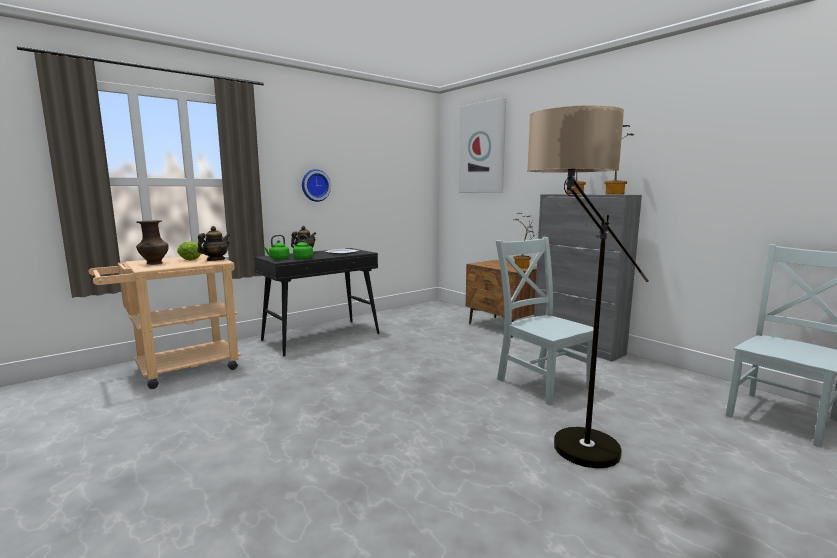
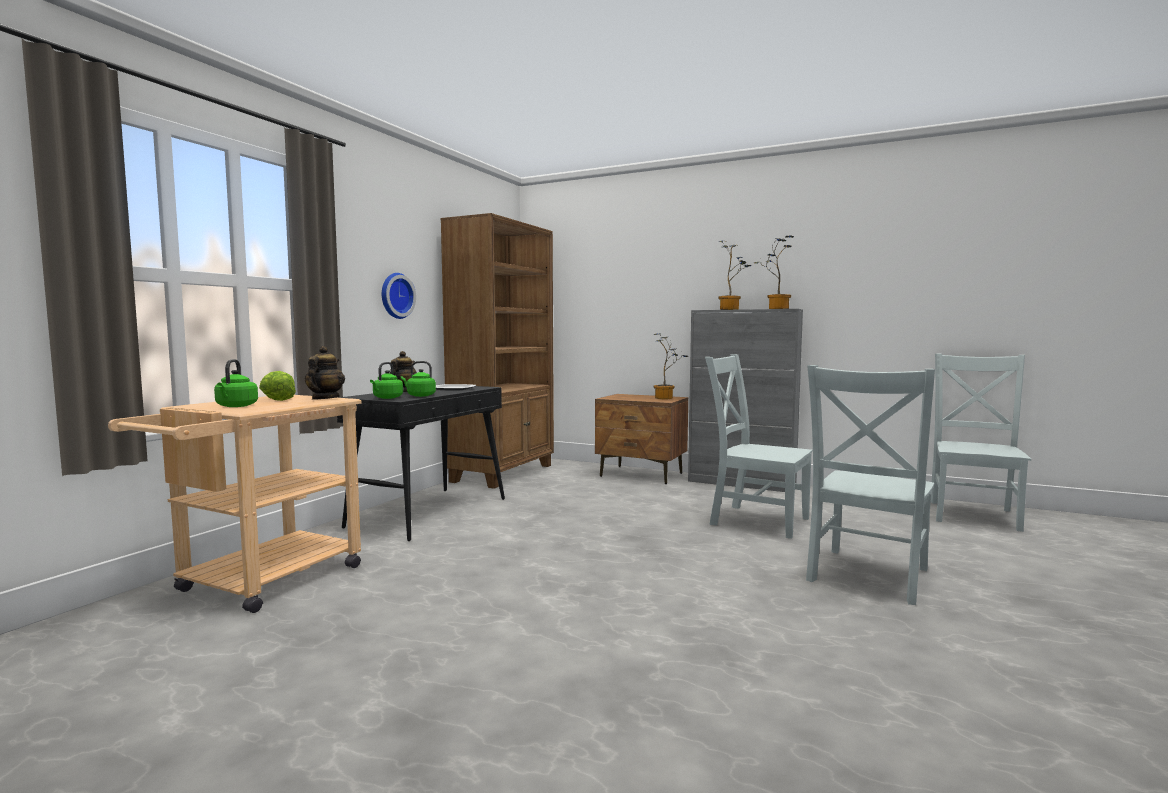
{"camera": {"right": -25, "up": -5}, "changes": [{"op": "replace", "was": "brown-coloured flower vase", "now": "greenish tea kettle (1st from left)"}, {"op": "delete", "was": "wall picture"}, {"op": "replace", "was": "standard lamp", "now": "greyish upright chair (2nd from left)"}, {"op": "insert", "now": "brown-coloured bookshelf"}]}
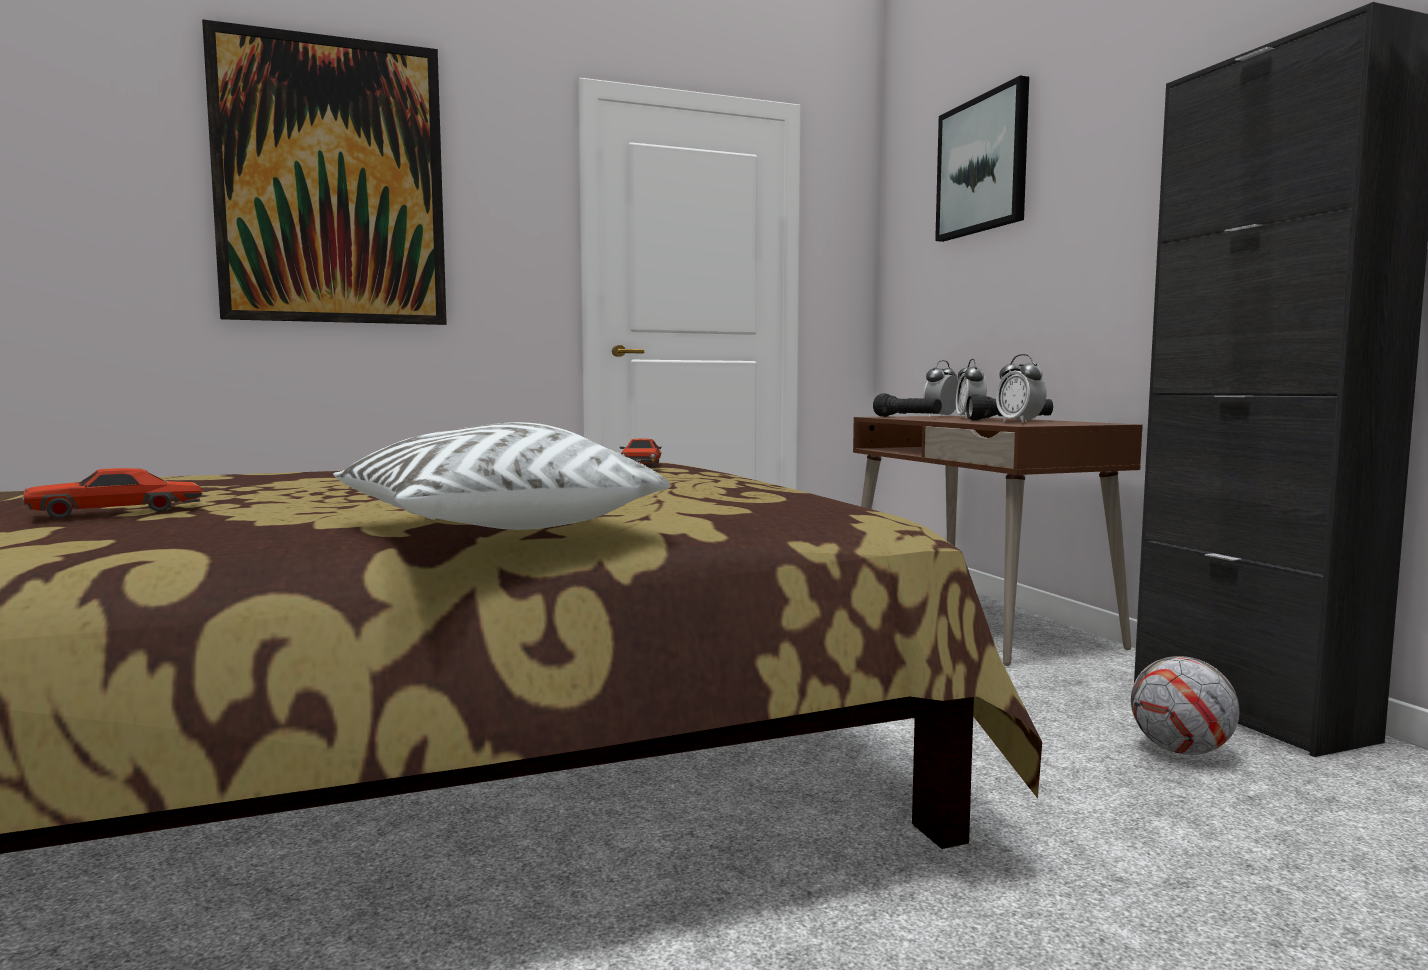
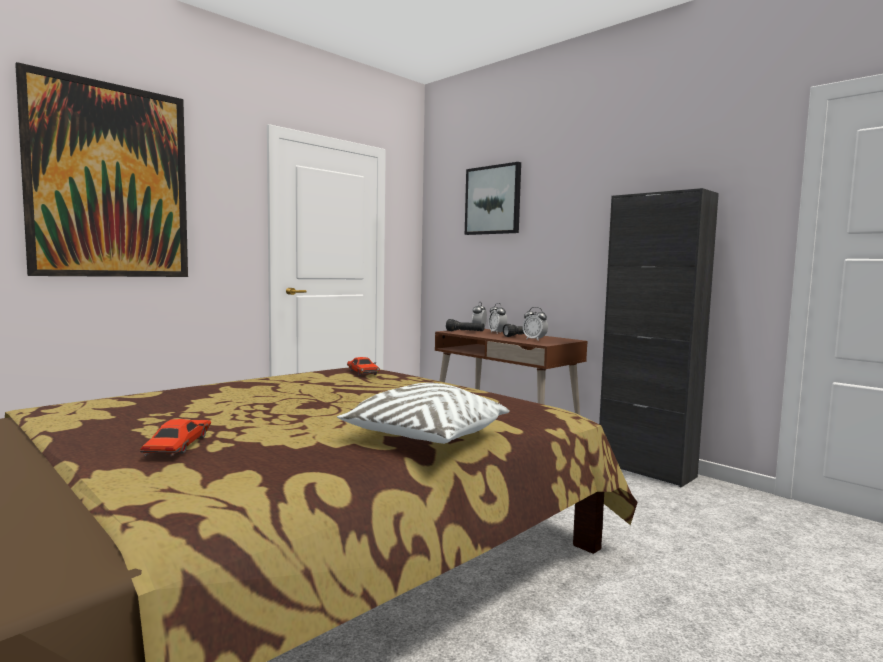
{"camera": {"right": -25, "up": 0}, "changes": [{"op": "rotate", "was": "red toy car (1st from left)", "clockwise": 150}, {"op": "delete", "was": "football"}]}
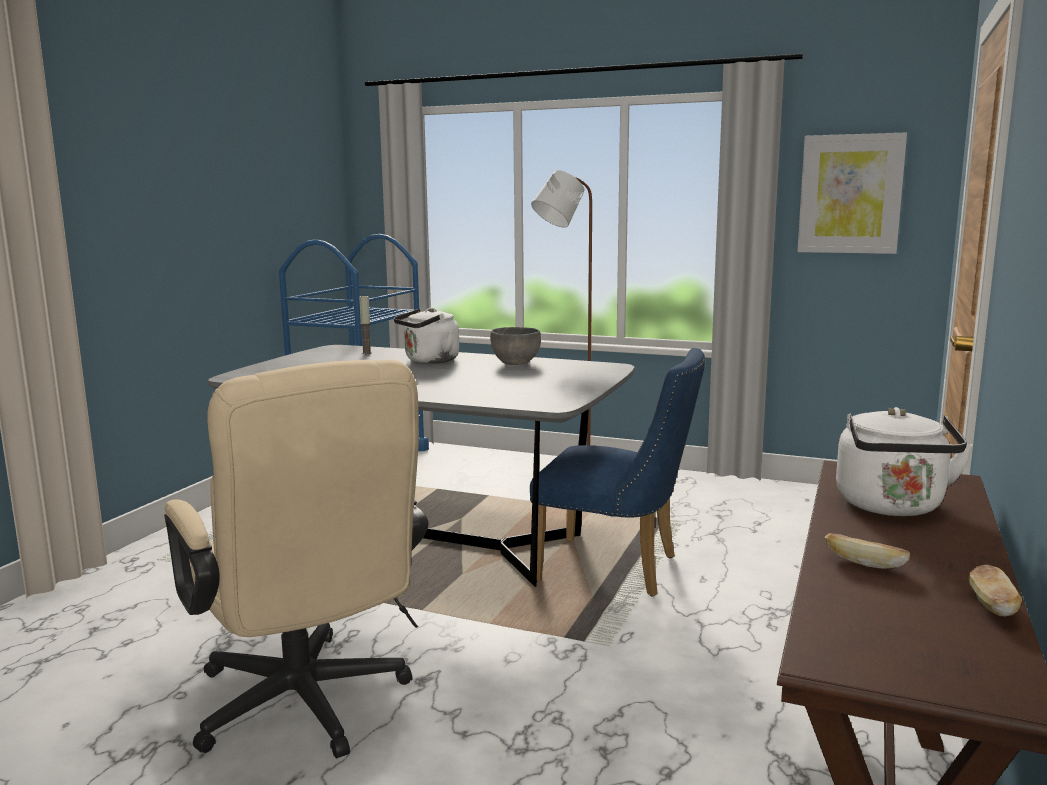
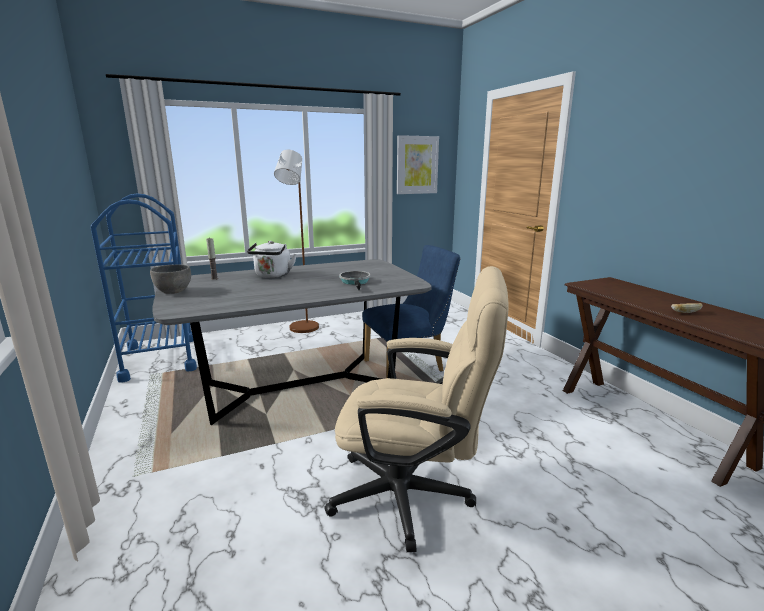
{"camera": {"right": -45, "up": 5}, "changes": [{"op": "move", "was": "greyish serving bowl"}, {"op": "delete", "was": "whitish tea kettle (2nd from left)"}, {"op": "delete", "was": "bread (2nd from left)"}, {"op": "insert", "now": "pan"}]}
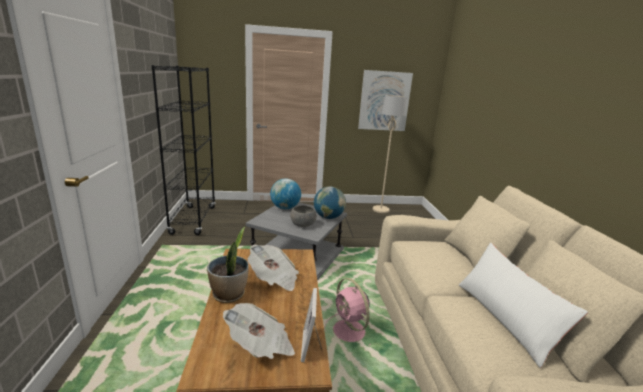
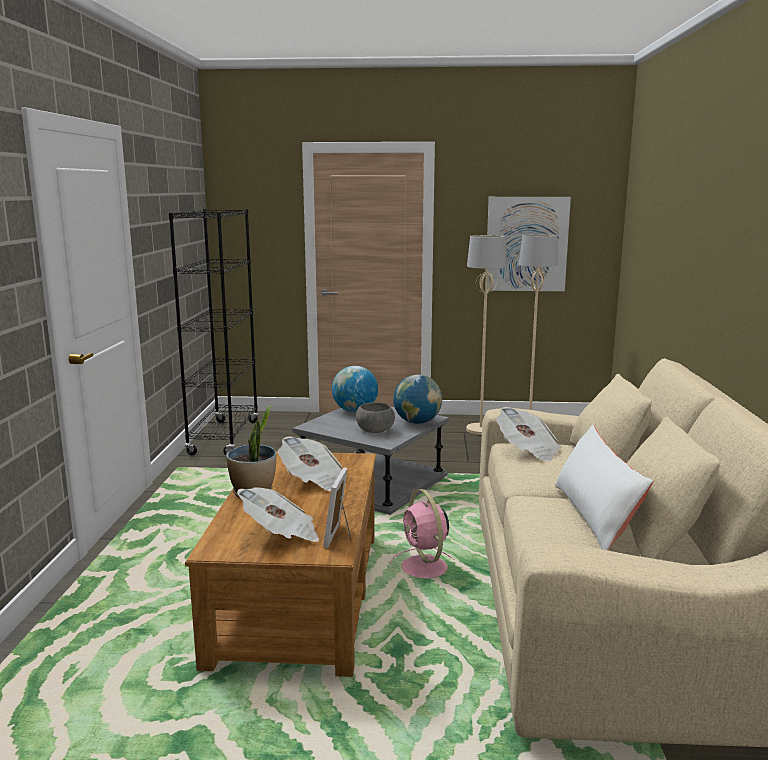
{"camera": {"right": 10, "up": -5}, "changes": [{"op": "insert", "now": "beige-coloured standard lamp (1st from left)"}, {"op": "insert", "now": "newspaper (3rd from left)"}]}
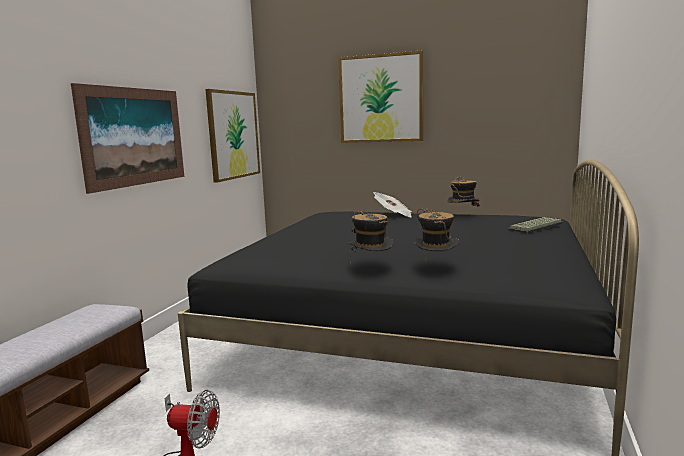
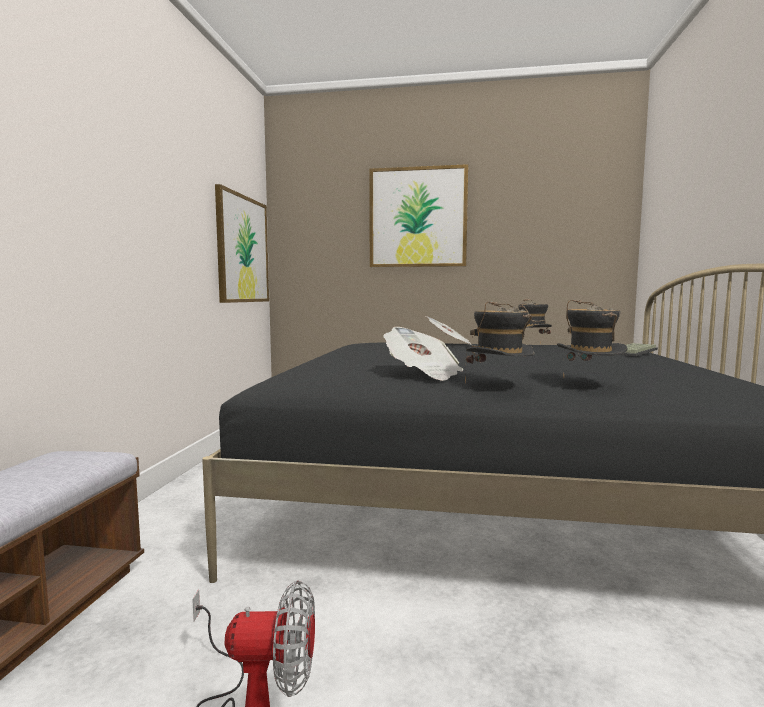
{"camera": {"right": -10, "up": -5}, "changes": [{"op": "delete", "was": "wall picture (1st from left)"}, {"op": "insert", "now": "newspaper (1st from left)"}]}
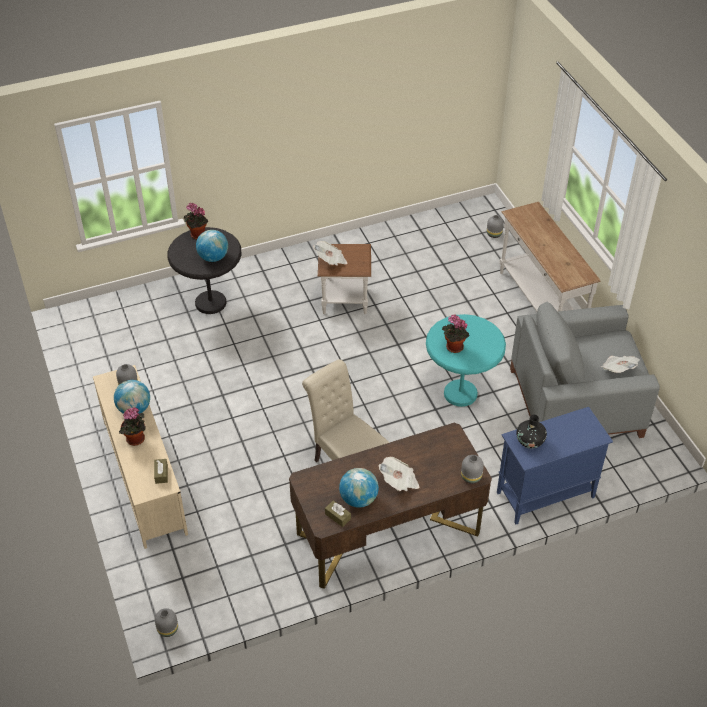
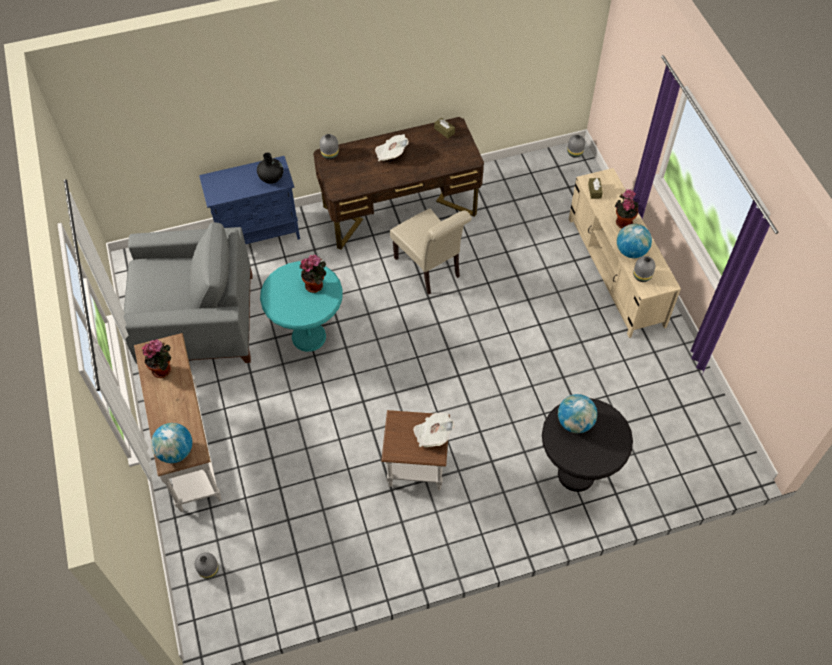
{"camera": {"right": -175, "up": 10}, "changes": [{"op": "move", "was": "houseplant (2nd from left in the first image)", "now": "houseplant (1st from left)"}, {"op": "move", "was": "world globe (3rd from left in the first image)", "now": "world globe (1st from left)"}, {"op": "delete", "was": "newspaper (3rd from left)"}]}
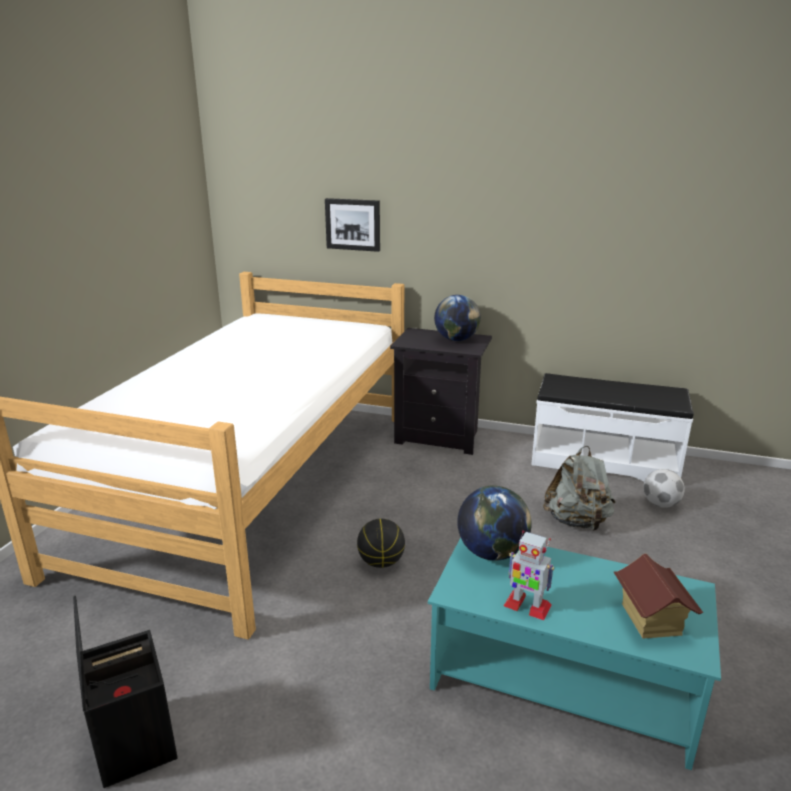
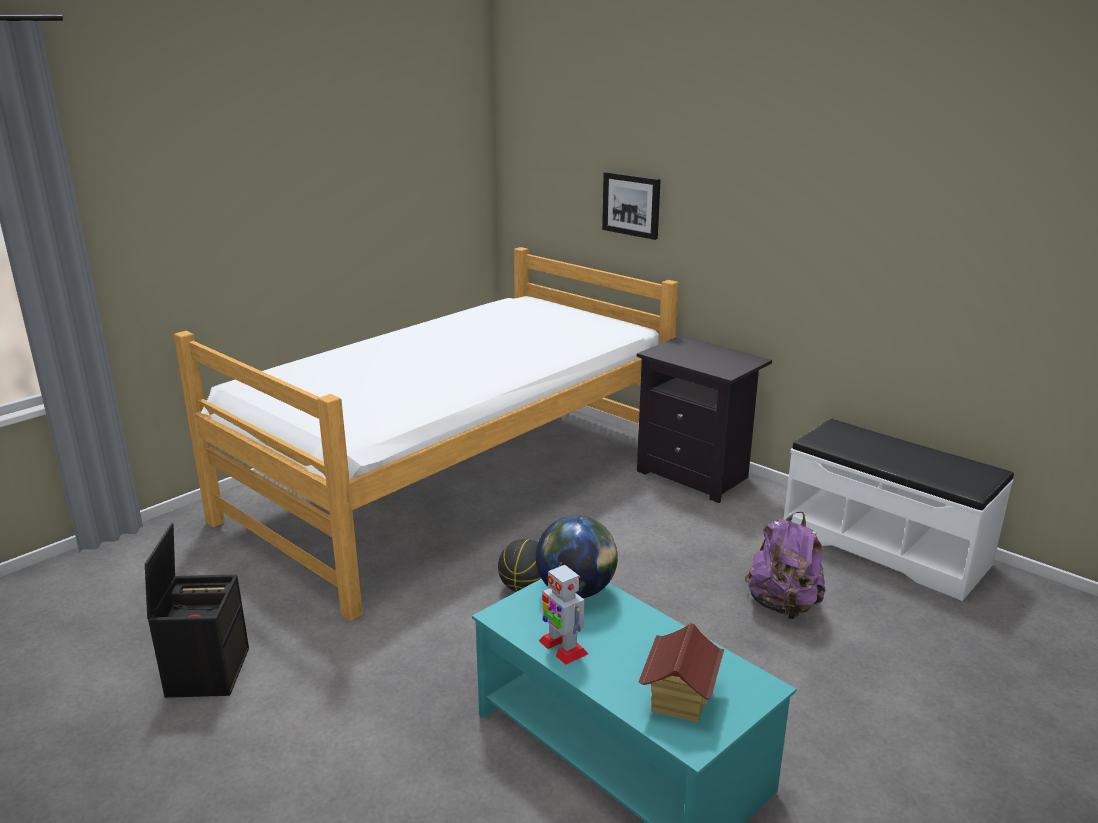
{"camera": {"right": 25, "up": 0}, "changes": [{"op": "delete", "was": "world globe (1st from left)"}, {"op": "recolor", "was": "greyish knapsack", "now": "purple-coloured knapsack"}, {"op": "delete", "was": "football"}]}
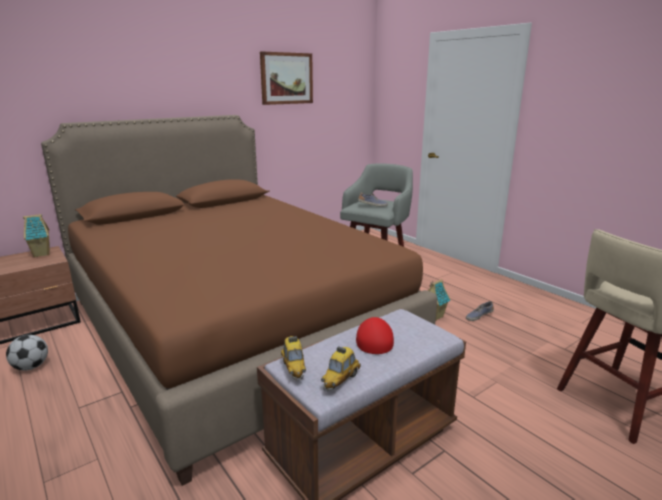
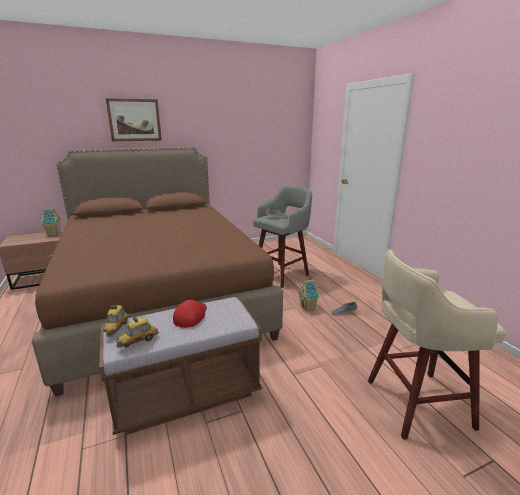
{"camera": {"right": 15, "up": 0}, "changes": [{"op": "delete", "was": "football"}, {"op": "move", "was": "wall picture"}]}
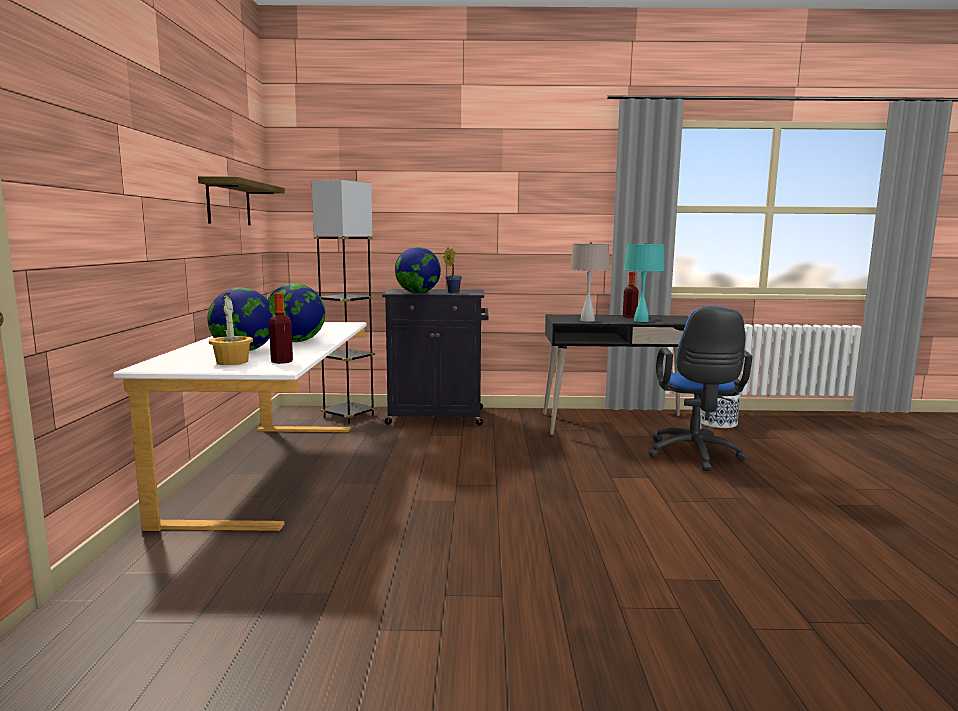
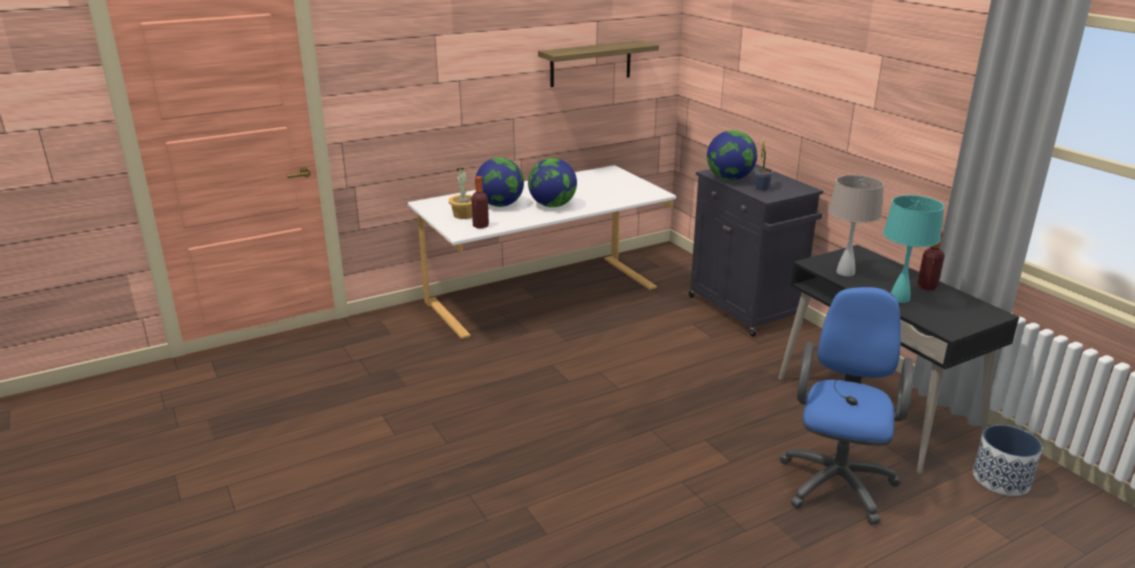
{"camera": {"right": 60, "up": 15}, "changes": [{"op": "delete", "was": "greyish standard lamp"}, {"op": "rotate", "was": "blue desk chair", "clockwise": 135}]}
